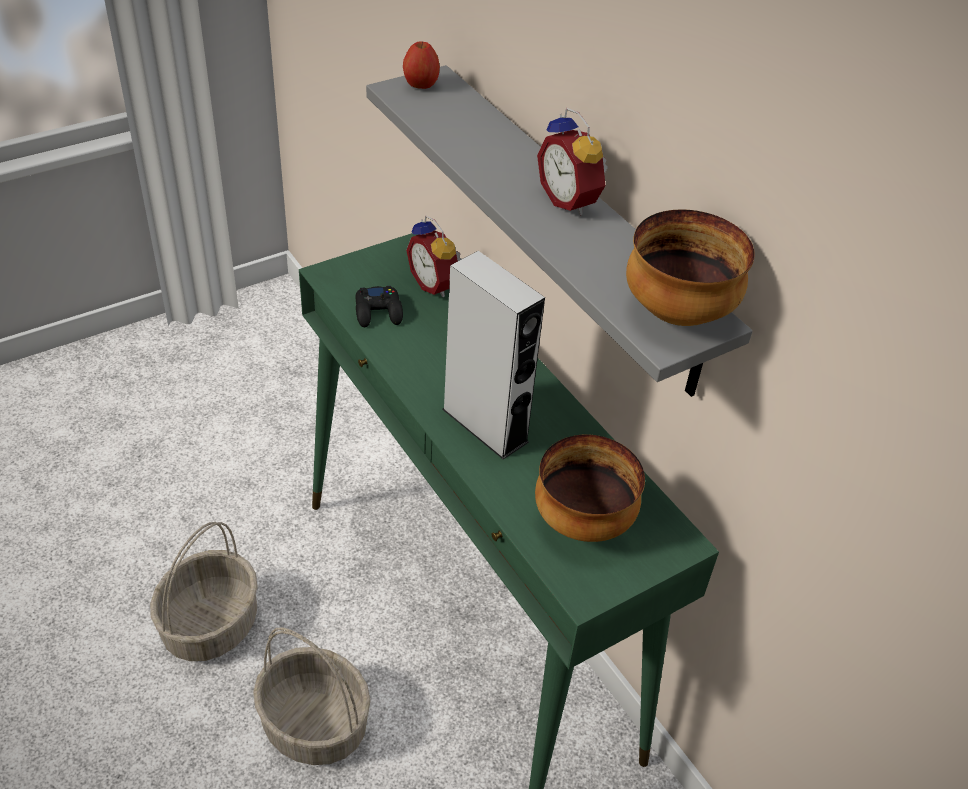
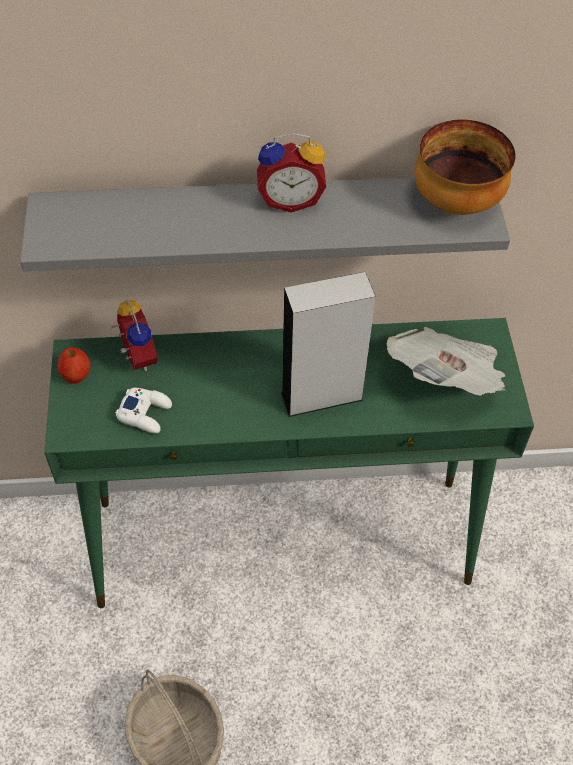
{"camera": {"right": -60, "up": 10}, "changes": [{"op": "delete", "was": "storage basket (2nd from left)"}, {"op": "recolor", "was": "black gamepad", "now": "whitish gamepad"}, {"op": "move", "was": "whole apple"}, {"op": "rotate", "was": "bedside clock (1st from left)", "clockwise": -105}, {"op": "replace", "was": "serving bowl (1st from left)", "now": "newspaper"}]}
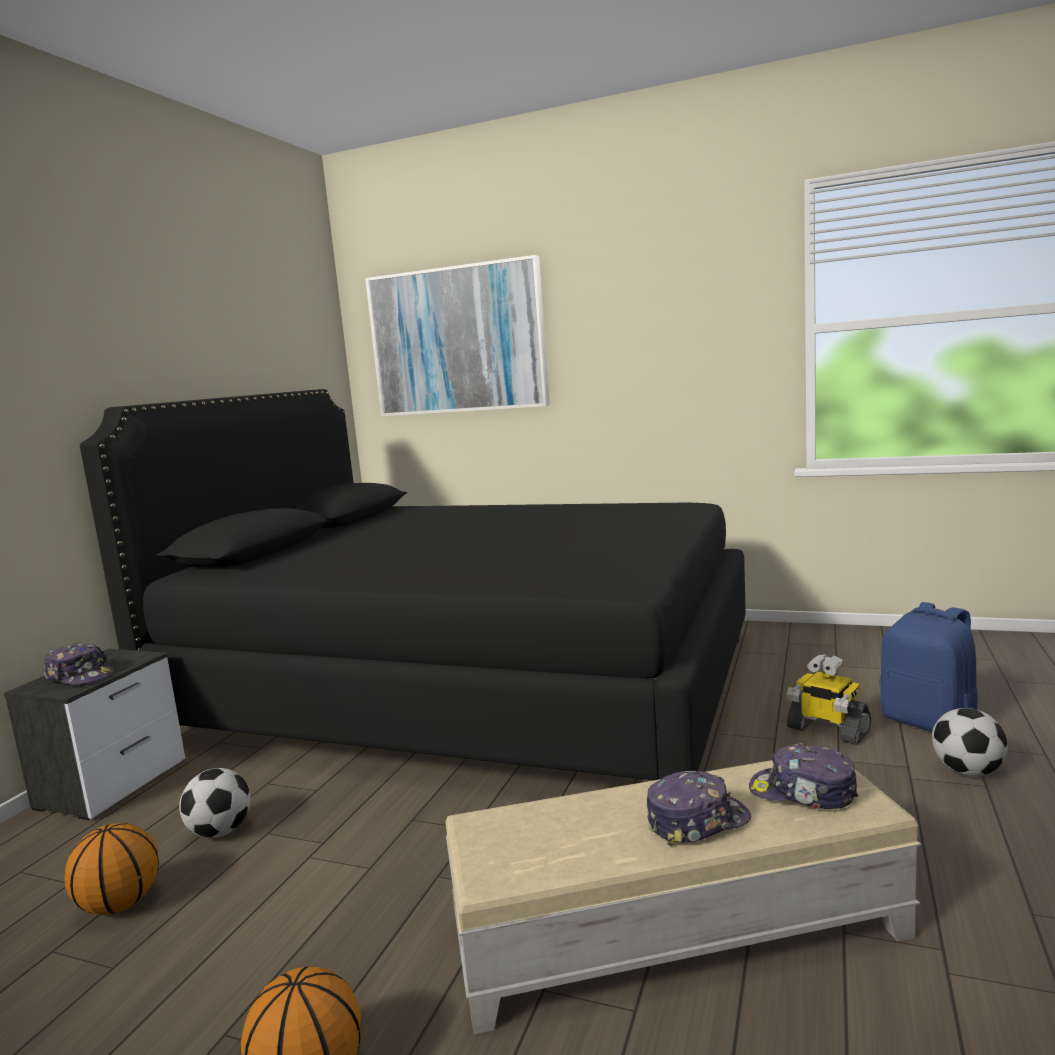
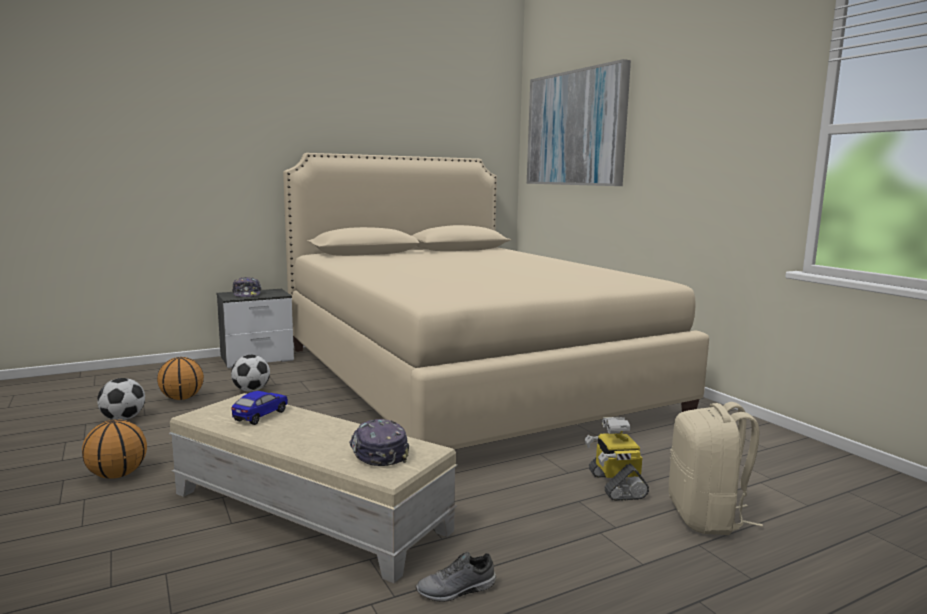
{"camera": {"right": 40, "up": 0}, "changes": [{"op": "recolor", "was": "black sleeping bed", "now": "beige-coloured sleeping bed"}, {"op": "delete", "was": "cap (2nd from left)"}, {"op": "recolor", "was": "blue knapsack", "now": "beige-coloured knapsack"}, {"op": "move", "was": "football (2nd from left in the first image)", "now": "football (1st from left)"}, {"op": "insert", "now": "toy car"}, {"op": "insert", "now": "greyish shoe"}]}
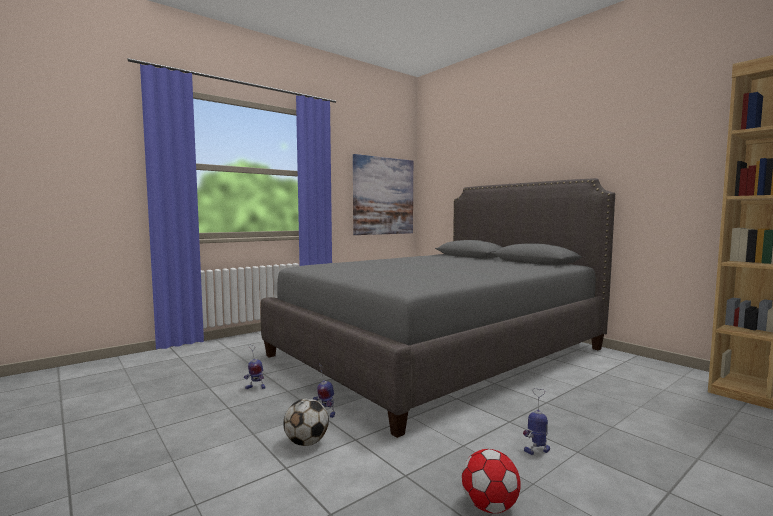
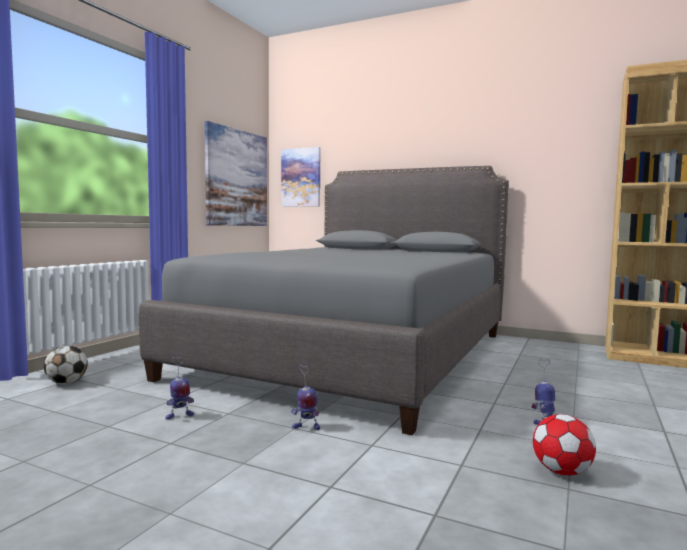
{"camera": {"right": -25, "up": 0}, "changes": [{"op": "move", "was": "football (1st from left)"}, {"op": "insert", "now": "wall picture (2nd from left)"}]}
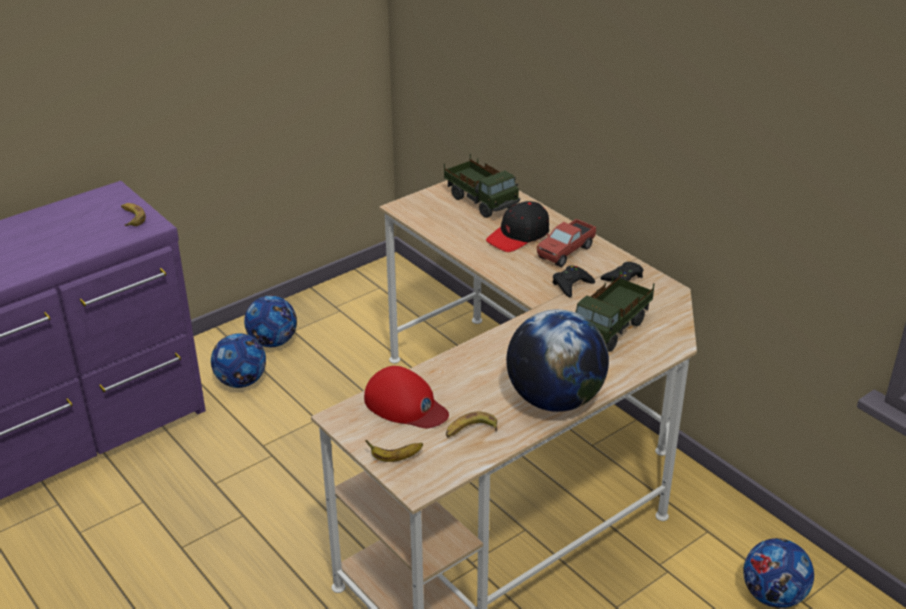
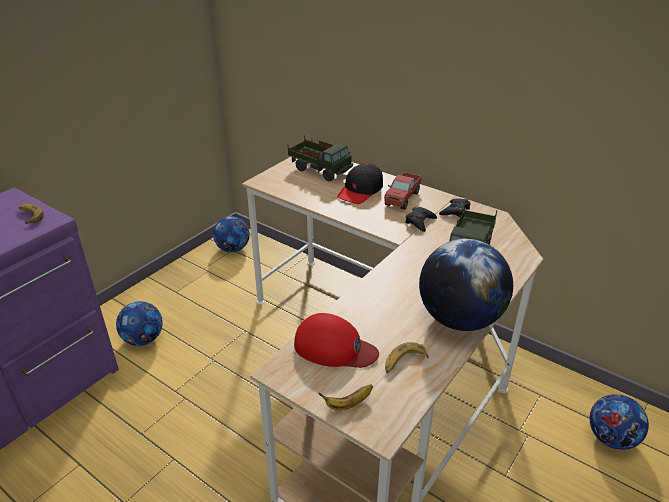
{"camera": {"right": -15, "up": 0}, "changes": [{"op": "move", "was": "football (2nd from left)"}]}
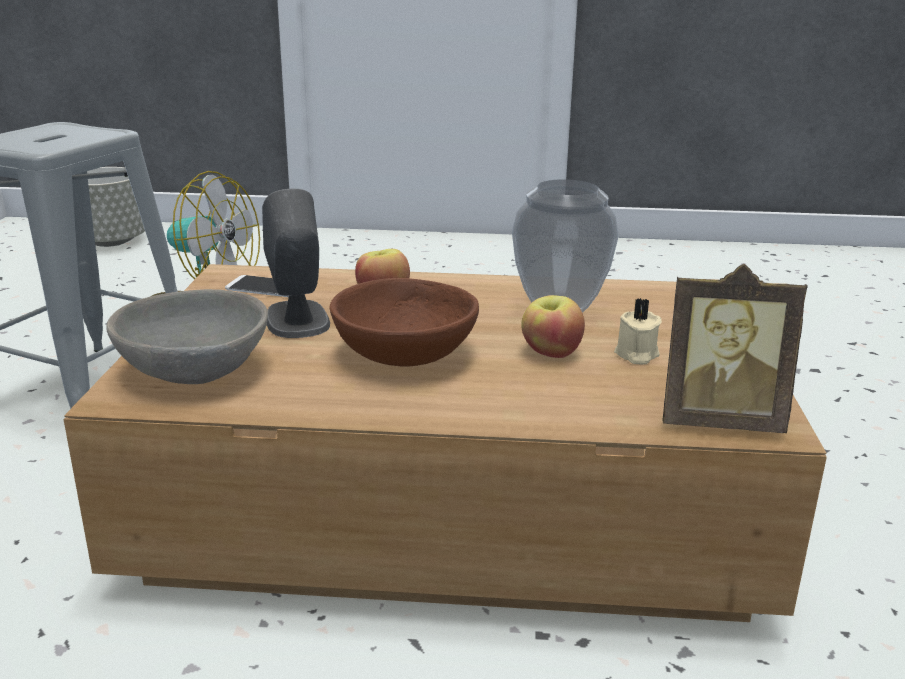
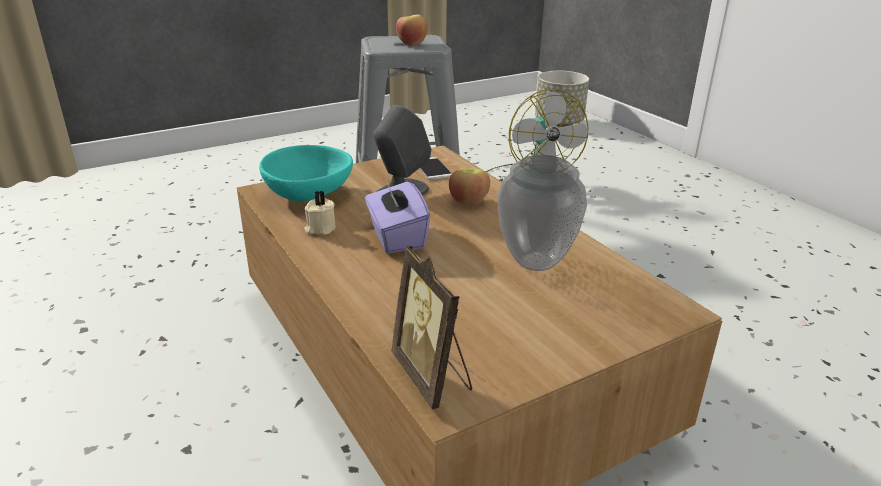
{"camera": {"right": 55, "up": 5}, "changes": [{"op": "recolor", "was": "greyish serving bowl", "now": "turquoise serving bowl"}, {"op": "replace", "was": "brown-coloured serving bowl", "now": "purple-coloured tissue box"}, {"op": "move", "was": "whole apple (2nd from left in the first image)", "now": "whole apple (1st from left)"}, {"op": "move", "was": "beige-coloured wax light"}]}
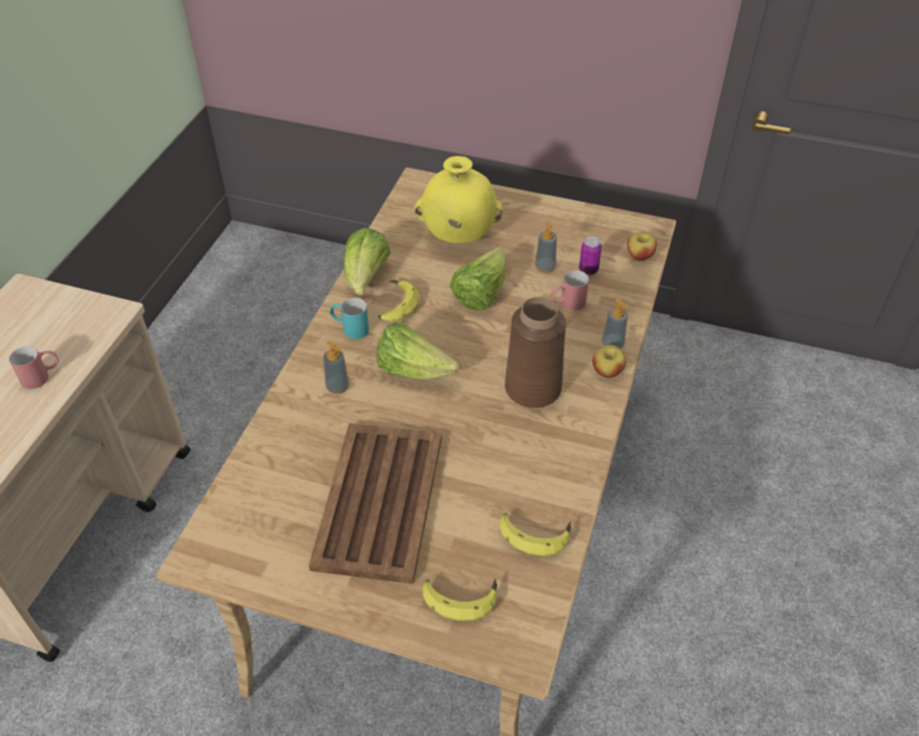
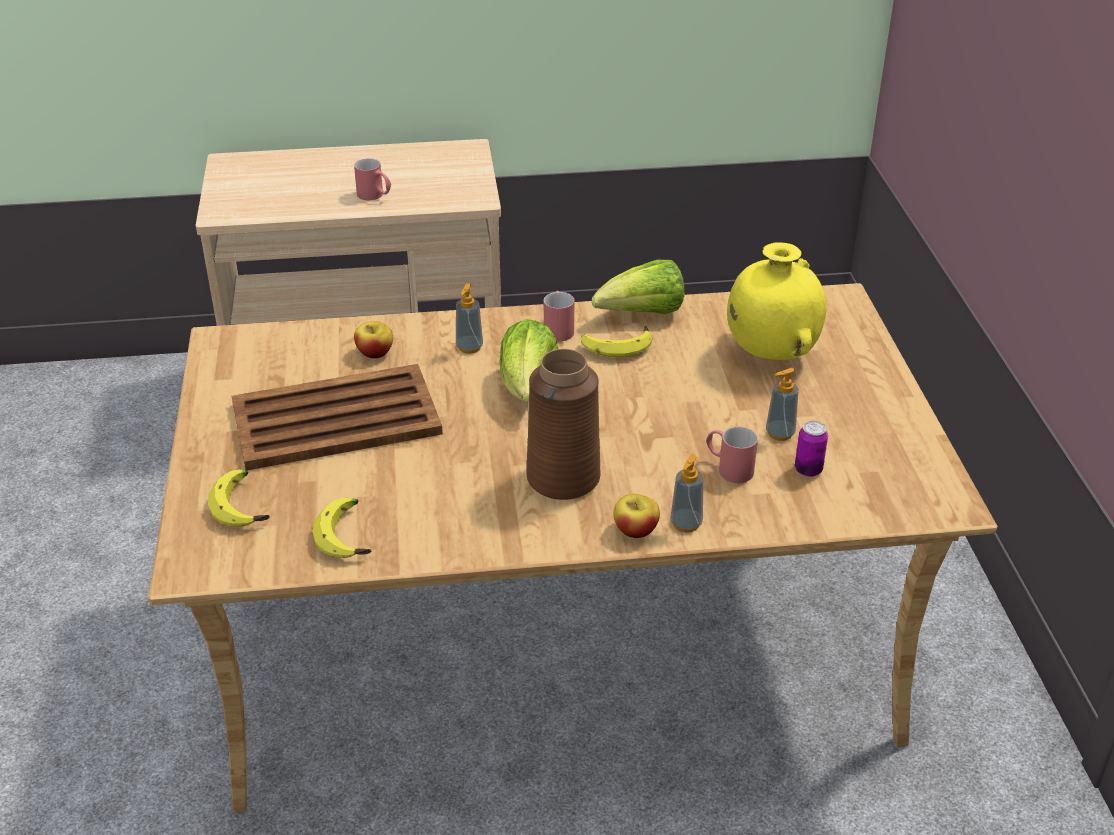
{"camera": {"right": 65, "up": -10}, "changes": [{"op": "recolor", "was": "turquoise coffee mug", "now": "red coffee mug (2nd from left)"}, {"op": "delete", "was": "lettuce (3rd from left)"}, {"op": "move", "was": "whole apple (2nd from left in the first image)", "now": "whole apple (1st from left)"}]}
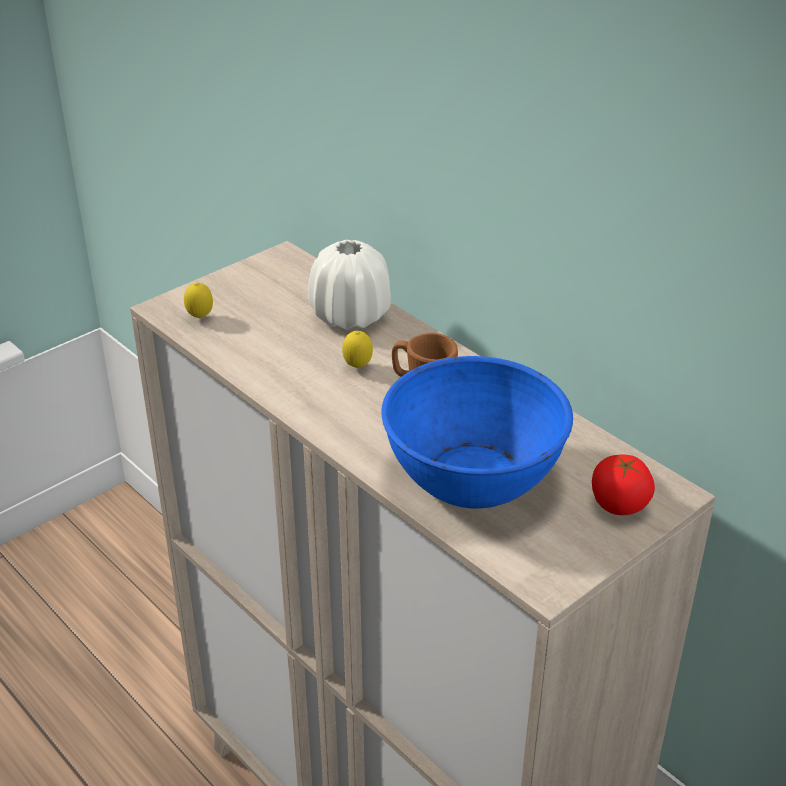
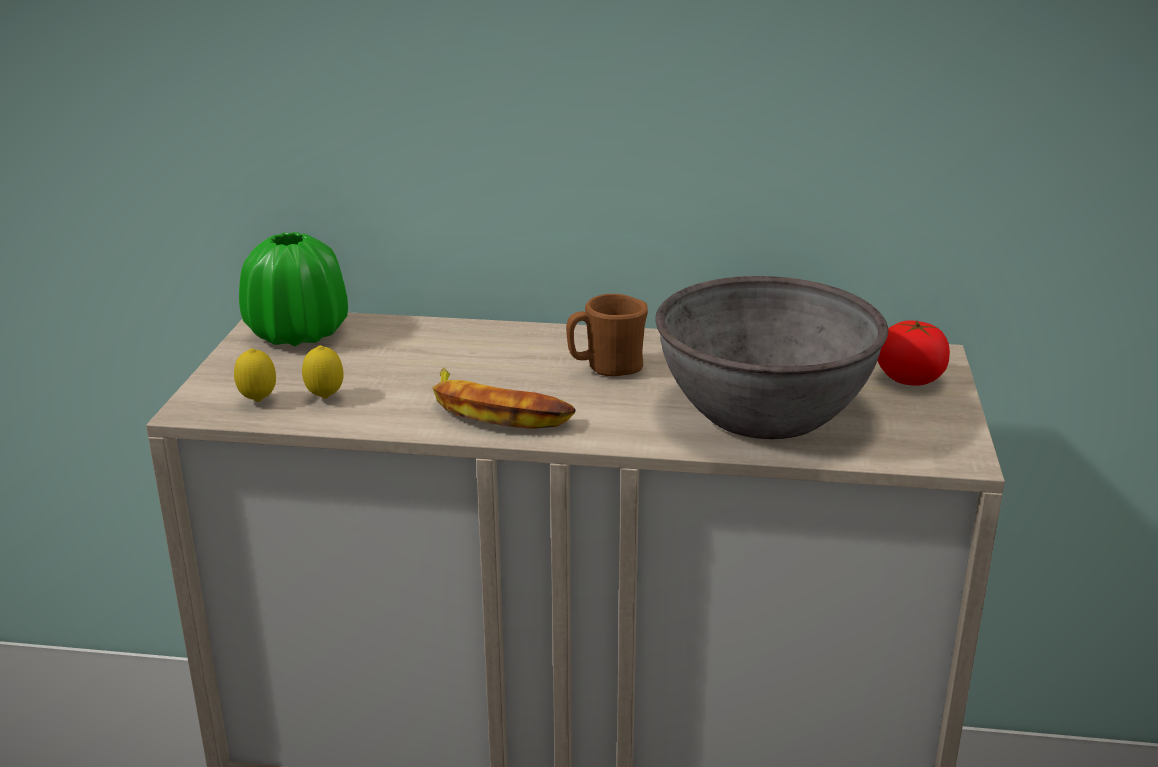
{"camera": {"right": -40, "up": -10}, "changes": [{"op": "delete", "was": "whitish flower vase"}, {"op": "move", "was": "lemon (2nd from left)"}, {"op": "recolor", "was": "blue serving bowl", "now": "greyish serving bowl"}, {"op": "insert", "now": "greenish flower vase"}, {"op": "insert", "now": "banana"}]}
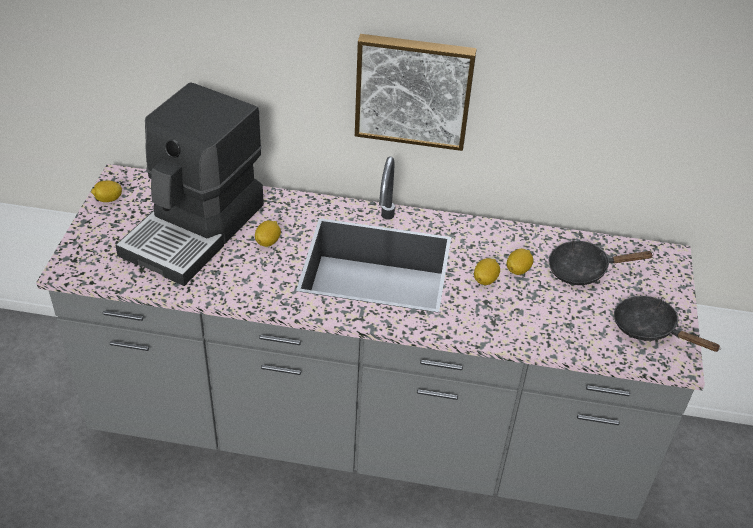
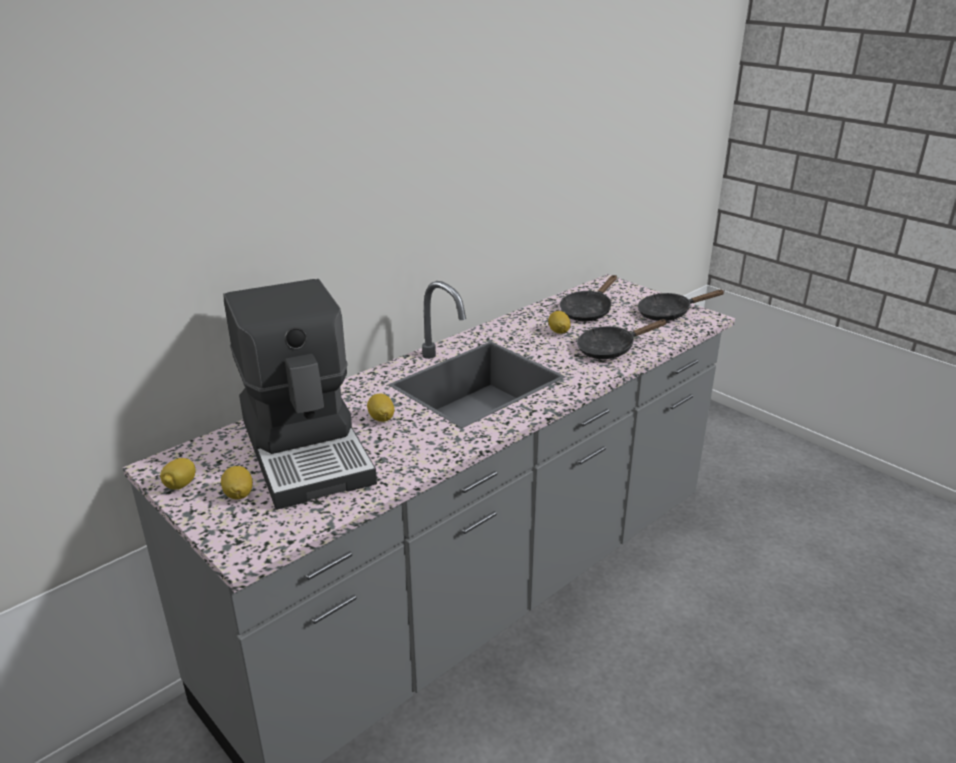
{"camera": {"right": -50, "up": -15}, "changes": [{"op": "delete", "was": "wall picture"}, {"op": "move", "was": "lemon (3rd from left in the first image)", "now": "lemon (2nd from left)"}, {"op": "insert", "now": "black pan (2nd from left)"}]}
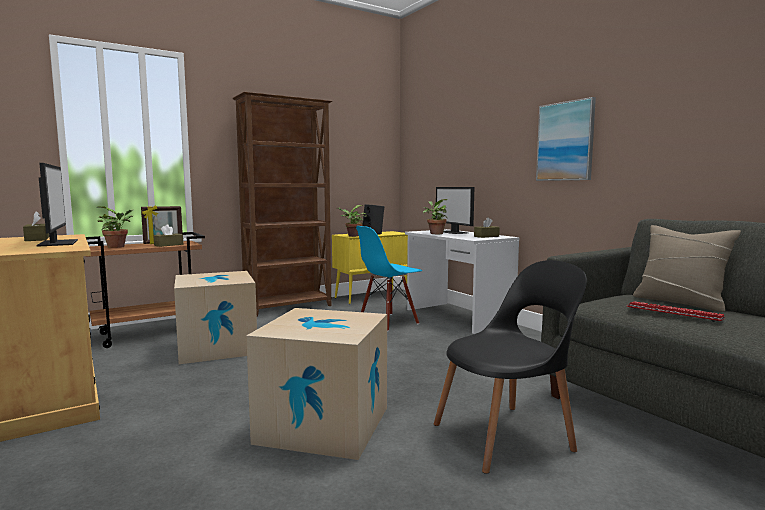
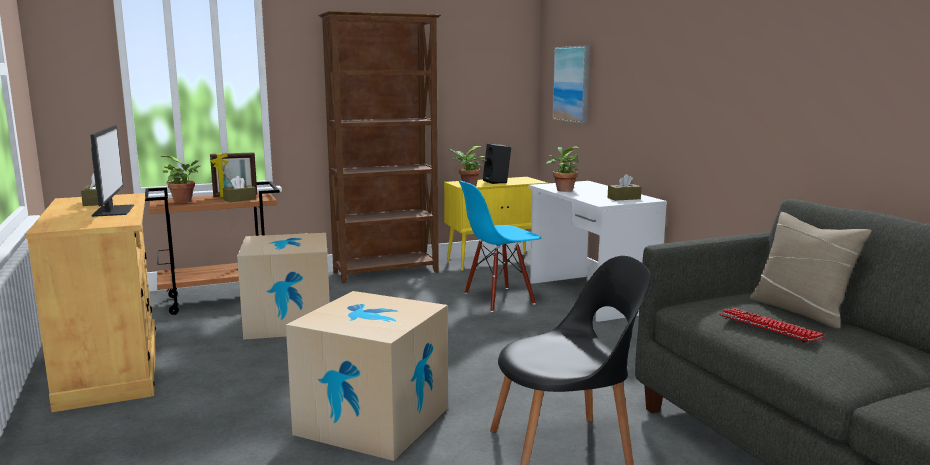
{"camera": {"right": 10, "up": 5}, "changes": [{"op": "delete", "was": "computer screen (2nd from left)"}, {"op": "move", "was": "wall picture"}]}
